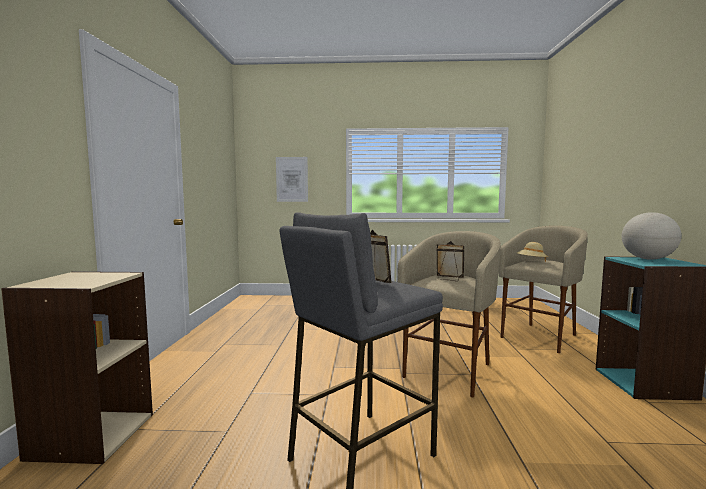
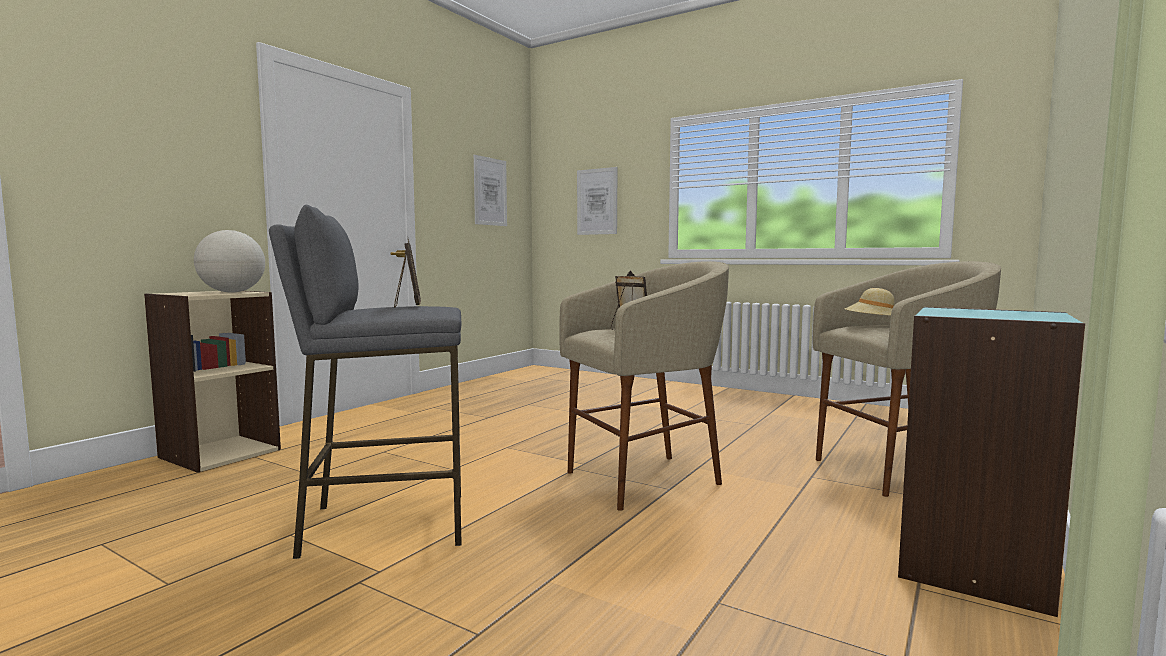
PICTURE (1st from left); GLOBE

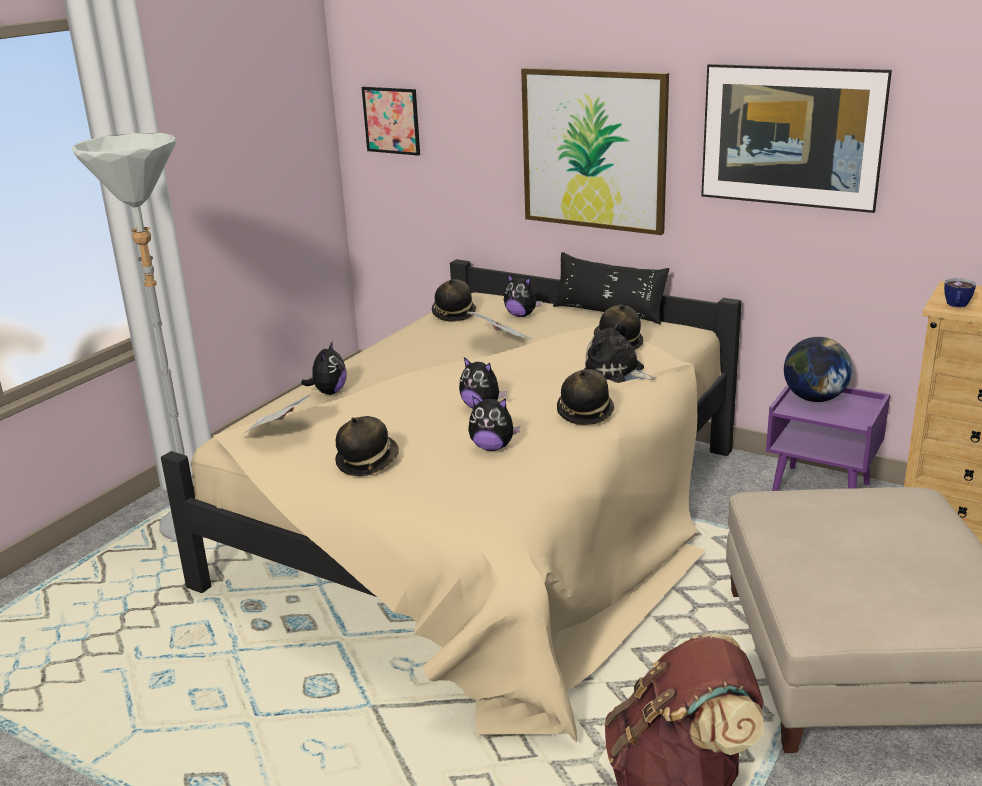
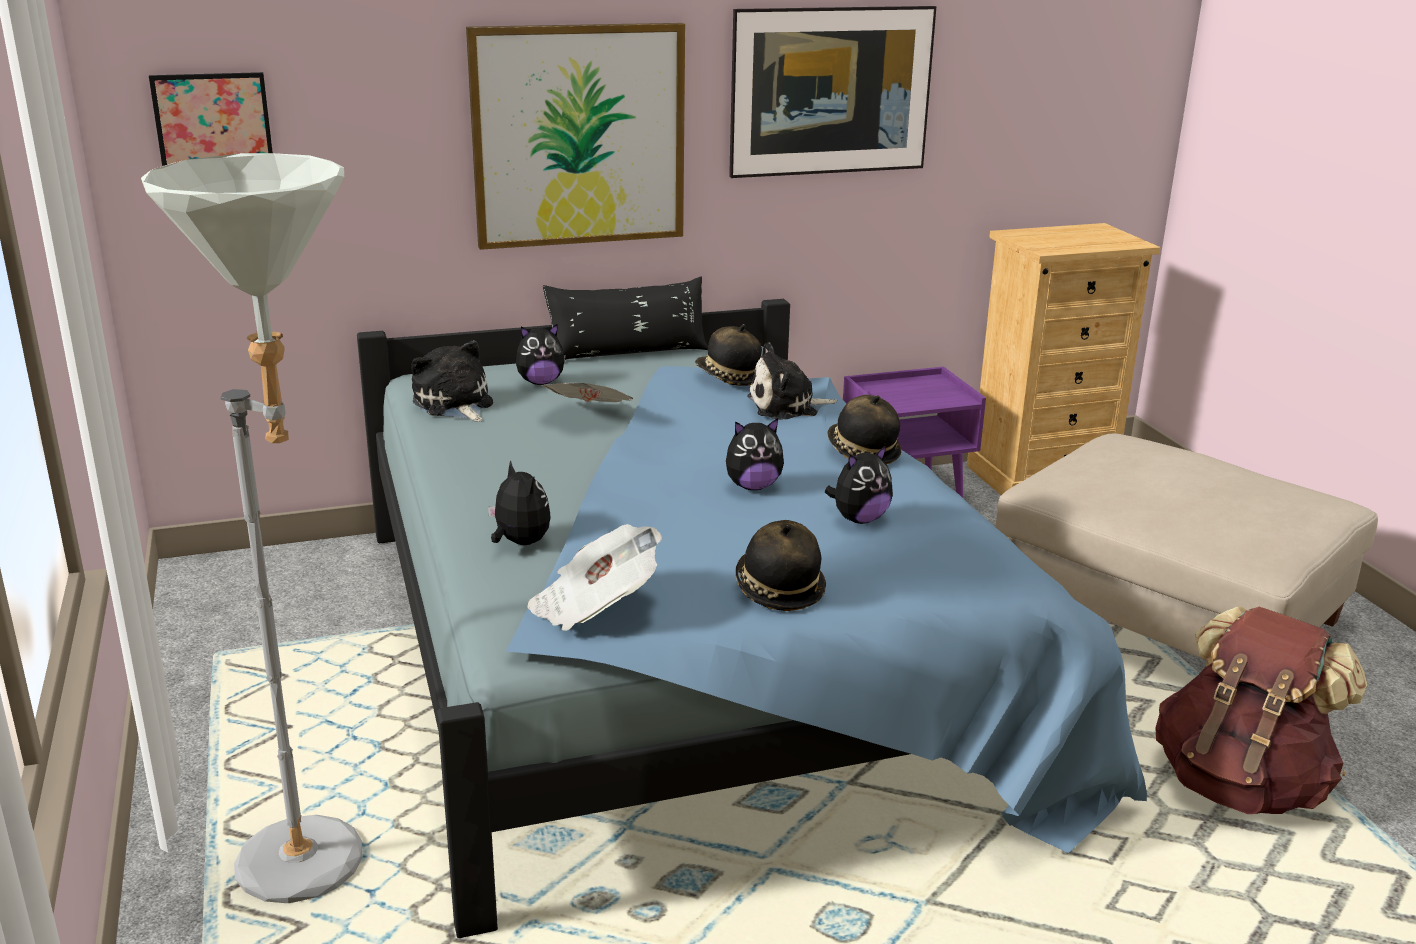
GLOBE; CUP; PLUSH TOY (1st from left); BLUE BED

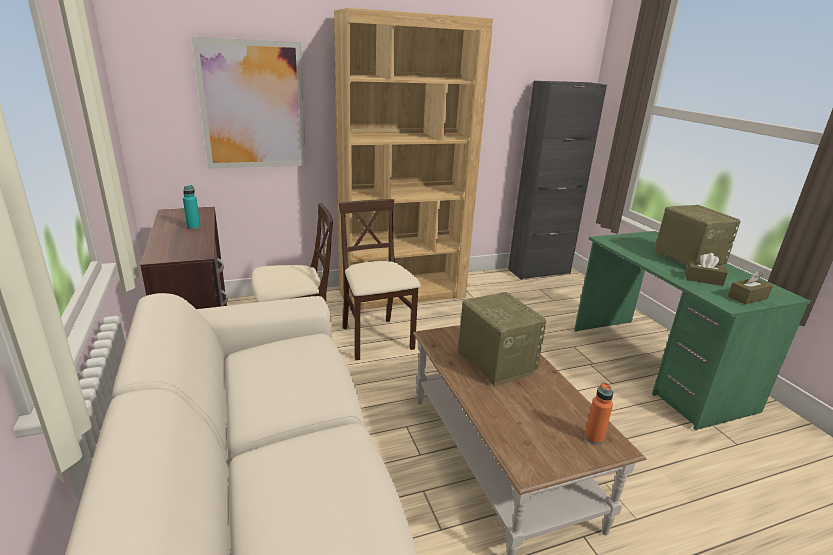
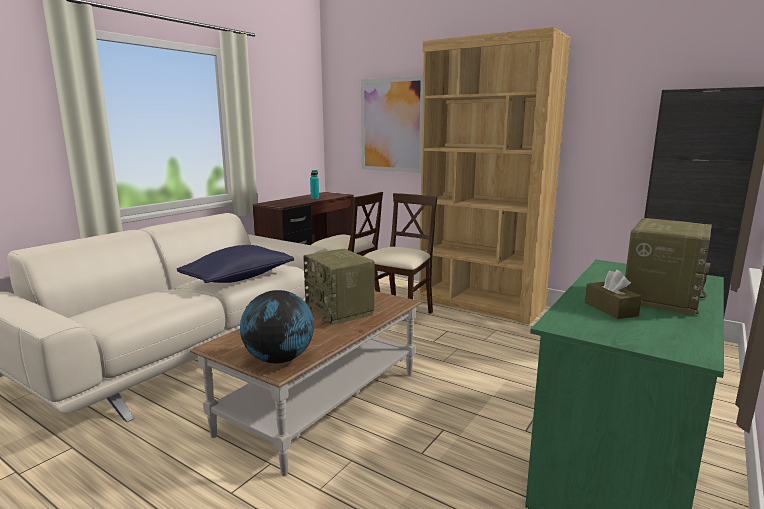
BROWN TISSUE BOX (2nd from left in the first image); BLUE PILLOW; GLOBE; RADIO (1st from left)

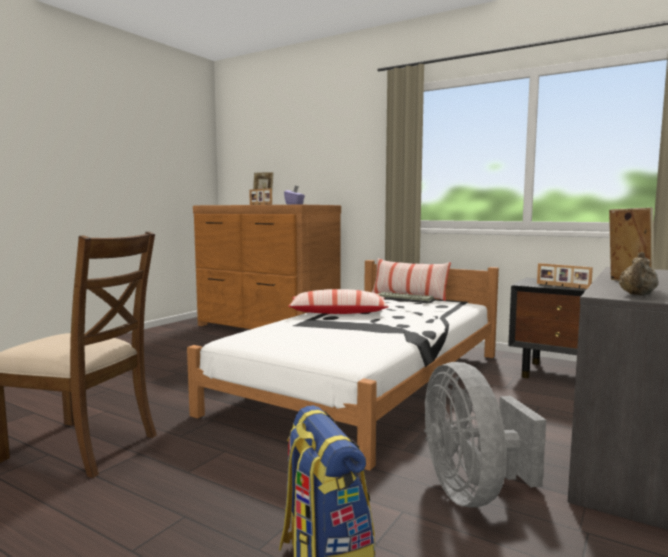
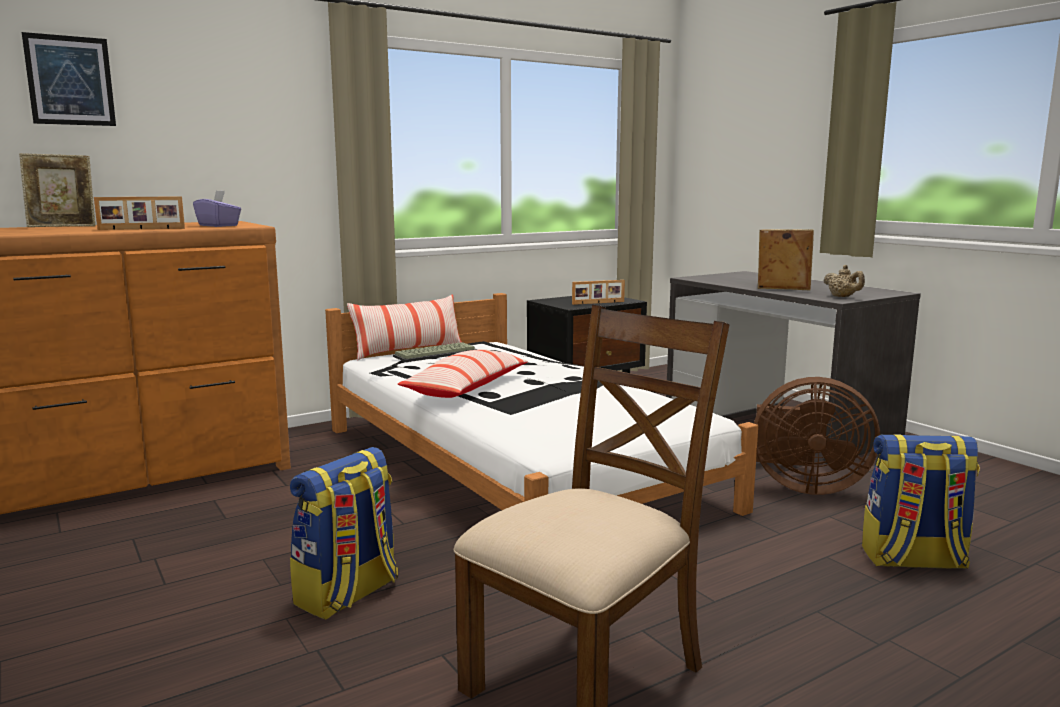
PICTURE; BACKPACK (1st from left); BROWN FAN

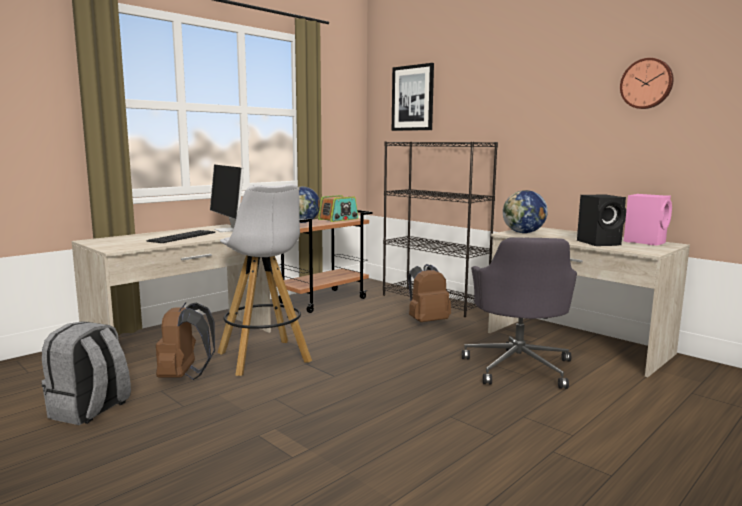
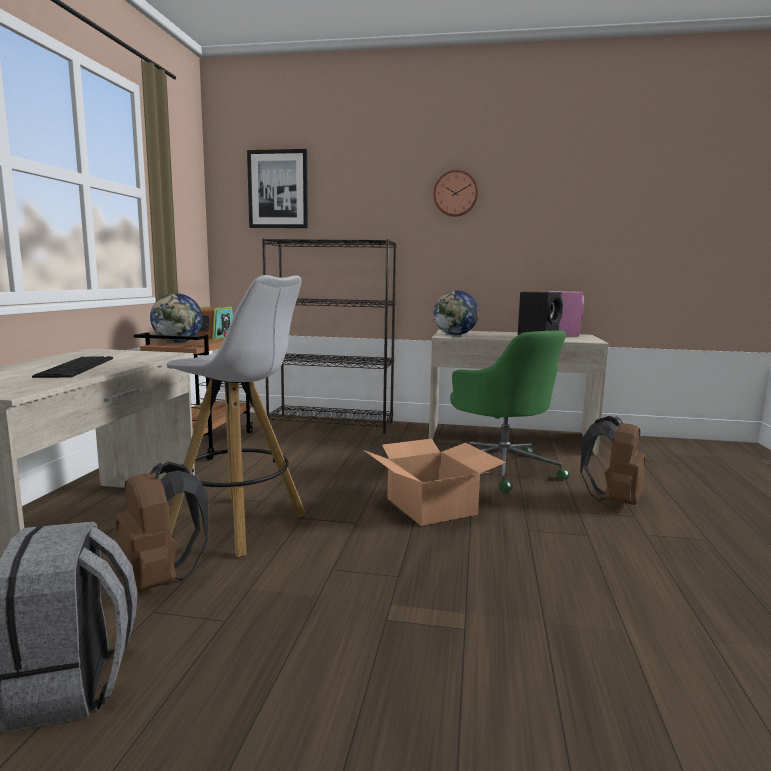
MONITOR; CARDBOARD BOX; BROWN BACKPACK (2nd from left); WALL CLOCK; GREEN OFFICE CHAIR

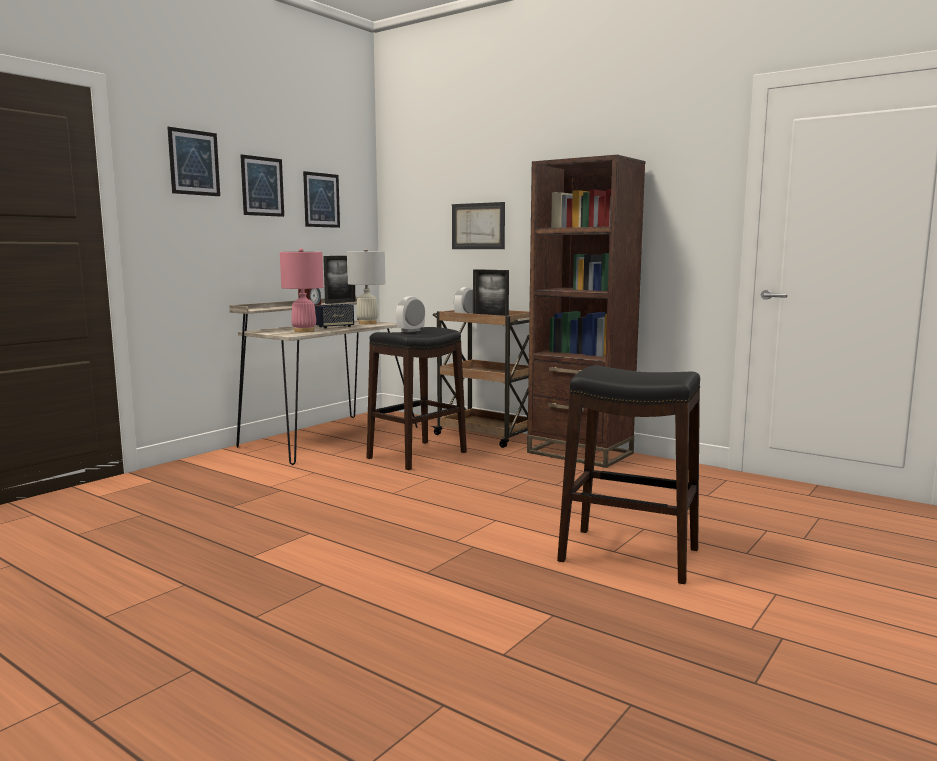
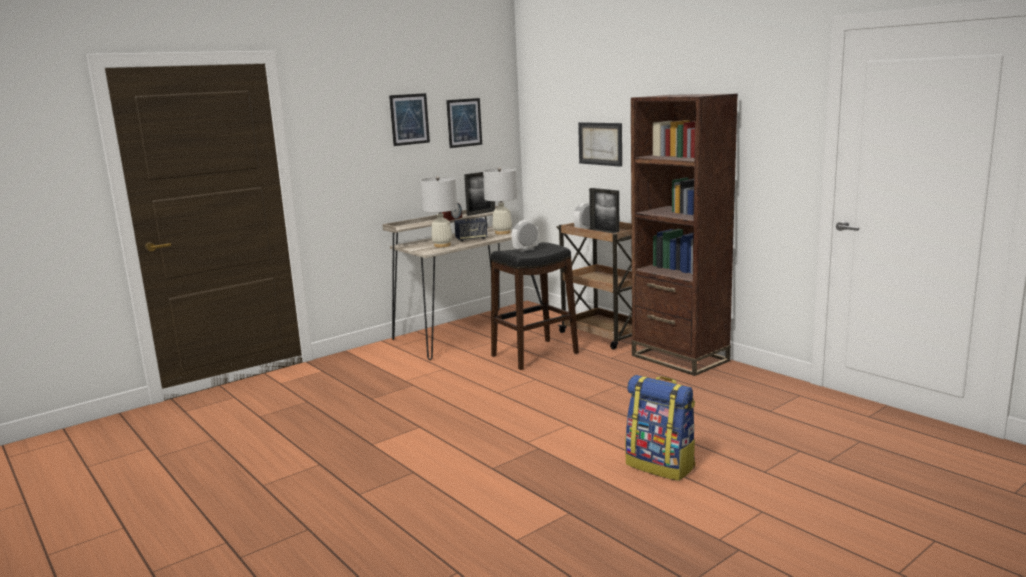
PICTURE (1st from left in the first image); BACKPACK; WHITE TABLE LAMP (1st from left)

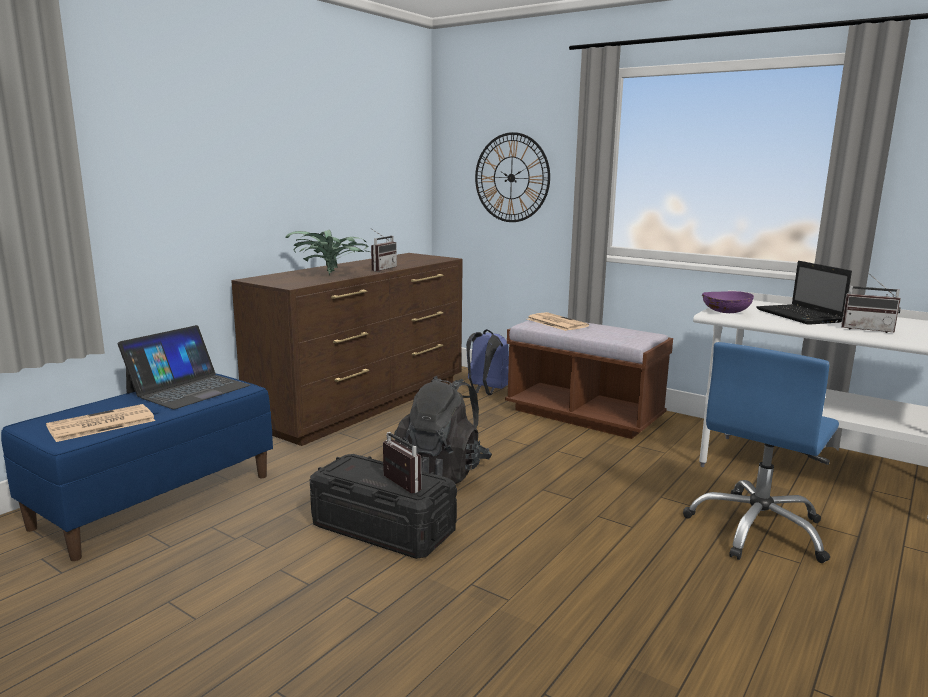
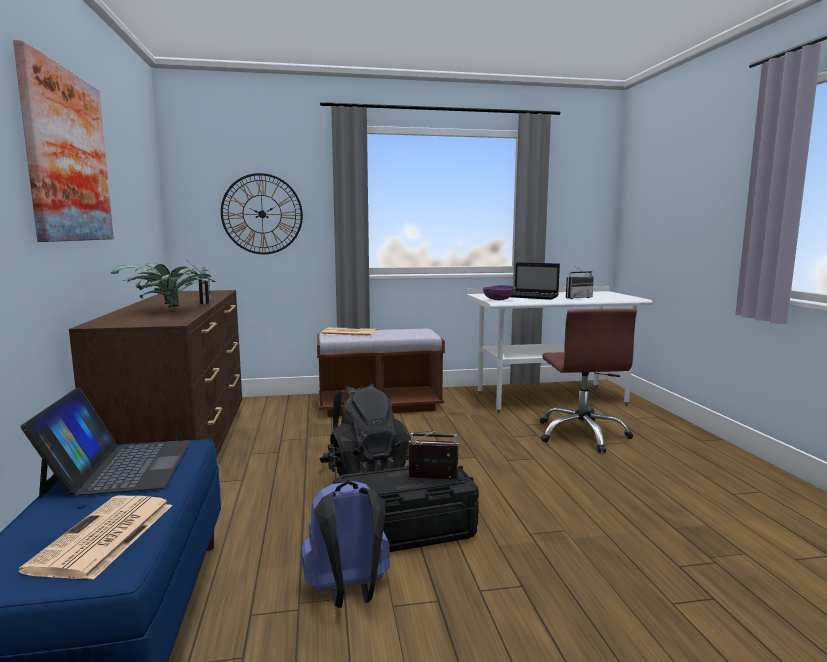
PICTURE; BLUE BACKPACK; BROWN OFFICE CHAIR

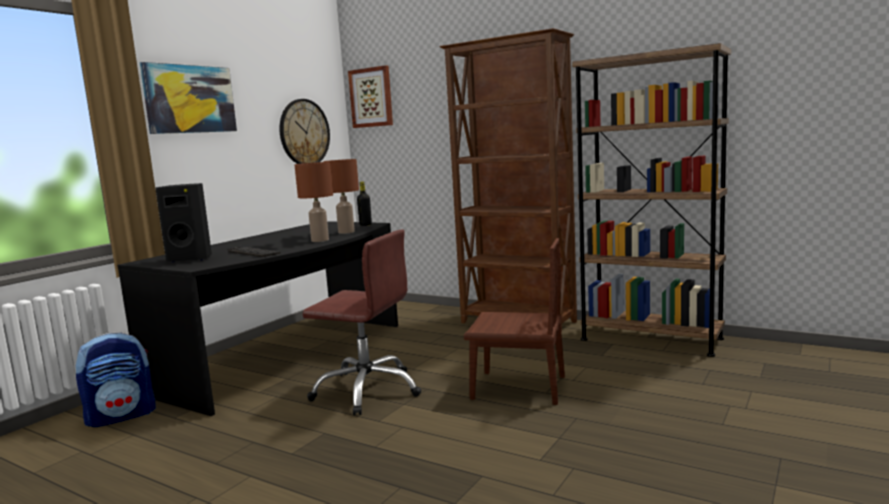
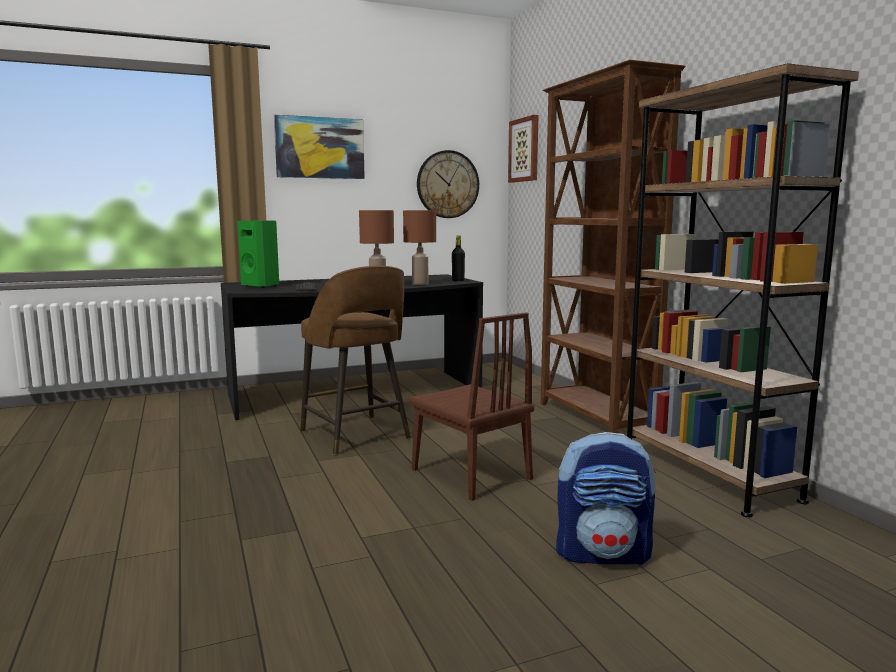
BACKPACK; BROWN STOOL; GREEN SPEAKER

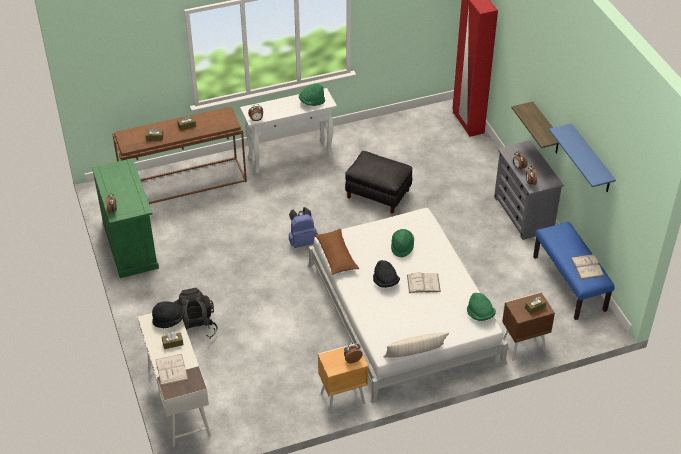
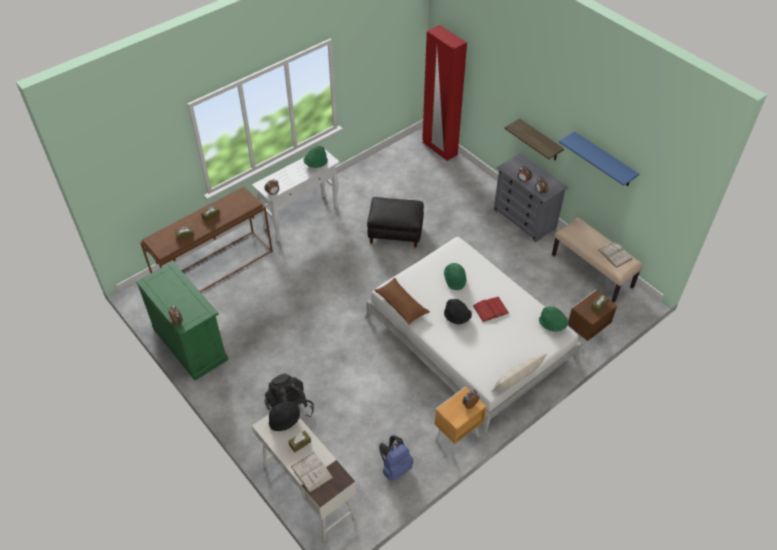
BLUE BACKPACK; RED BOOK; BEIGE BENCH

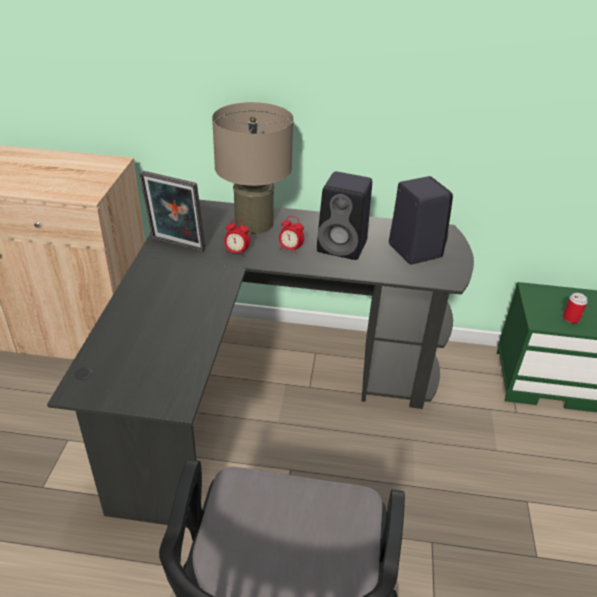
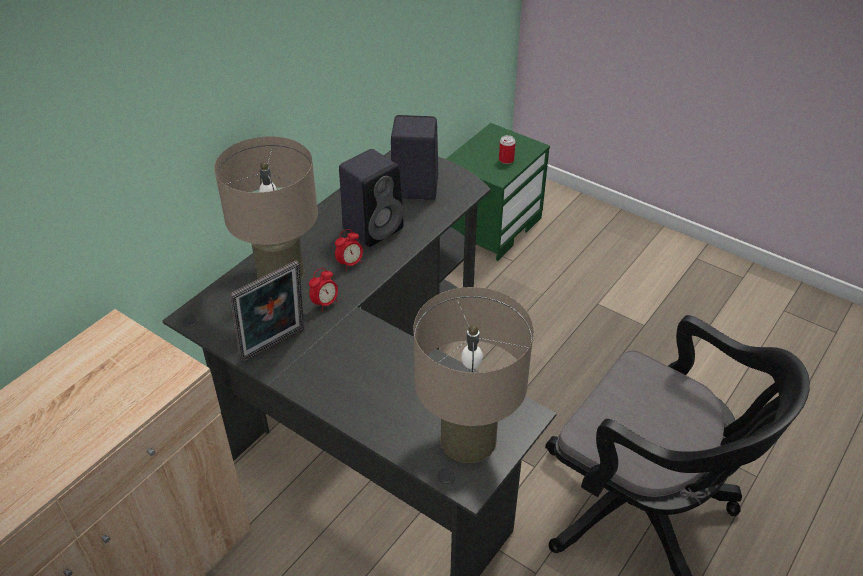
BEIGE TABLE LAMP (2nd from left)

